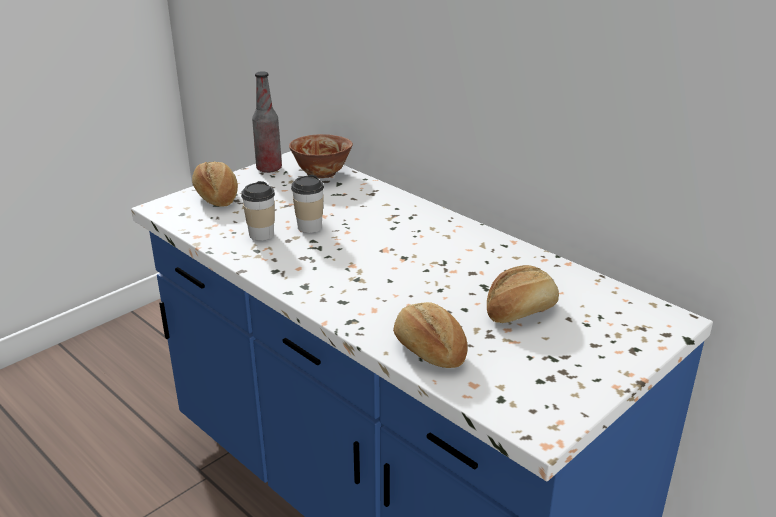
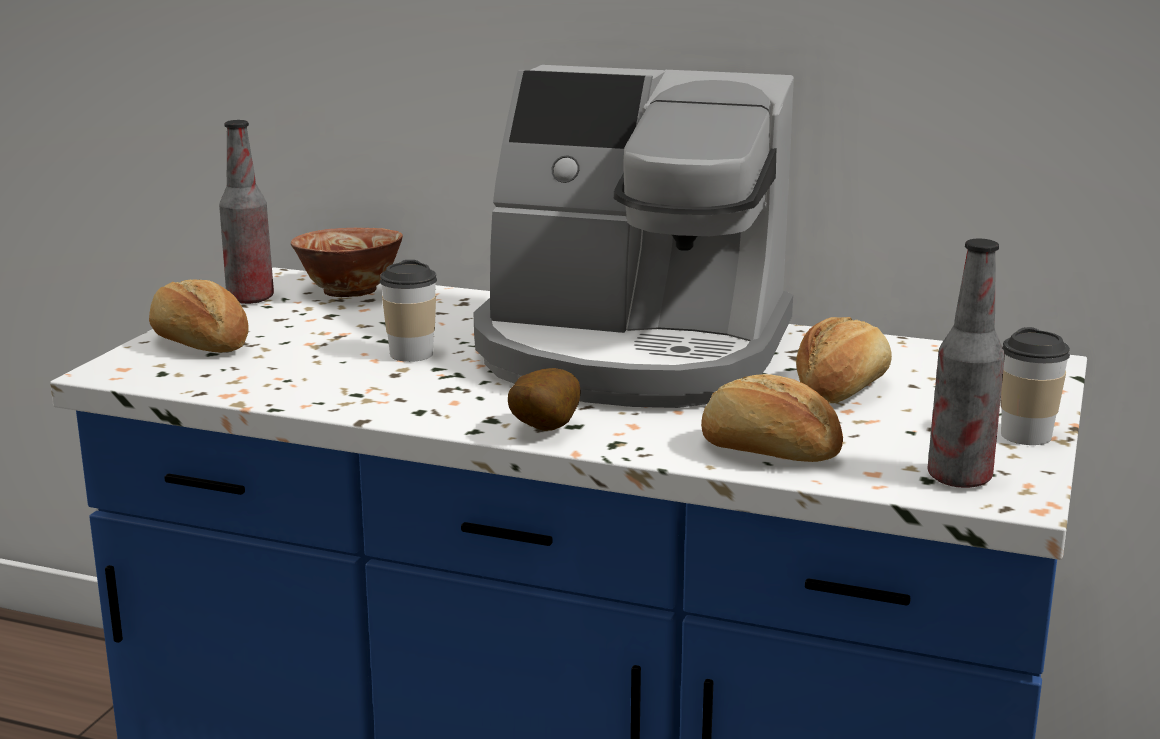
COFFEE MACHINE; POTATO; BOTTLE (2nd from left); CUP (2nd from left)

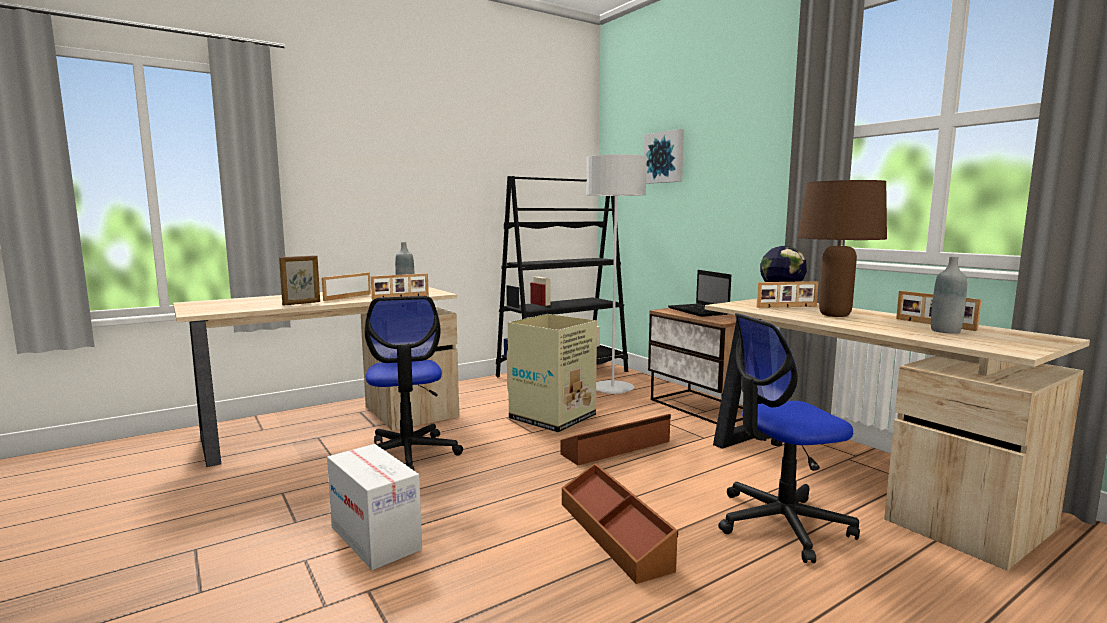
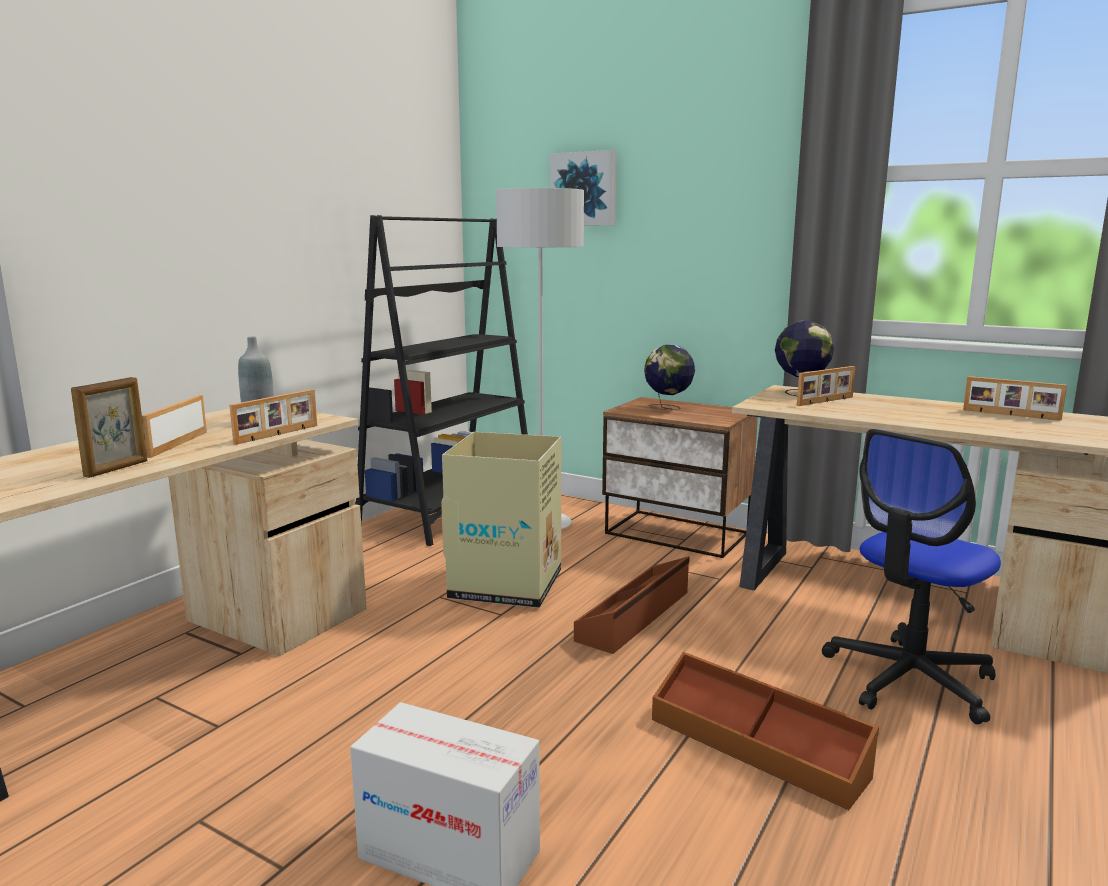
OFFICE CHAIR (1st from left in the first image); BROWN TABLE LAMP; GREY BOTTLE (2nd from left in the first image); GLOBE (1st from left)

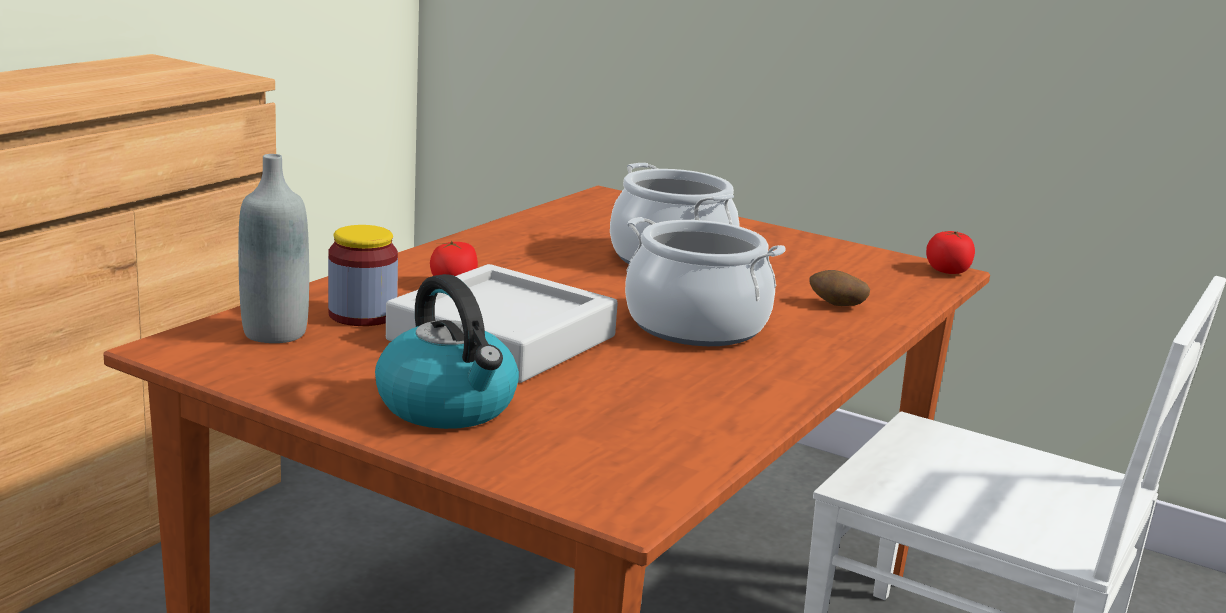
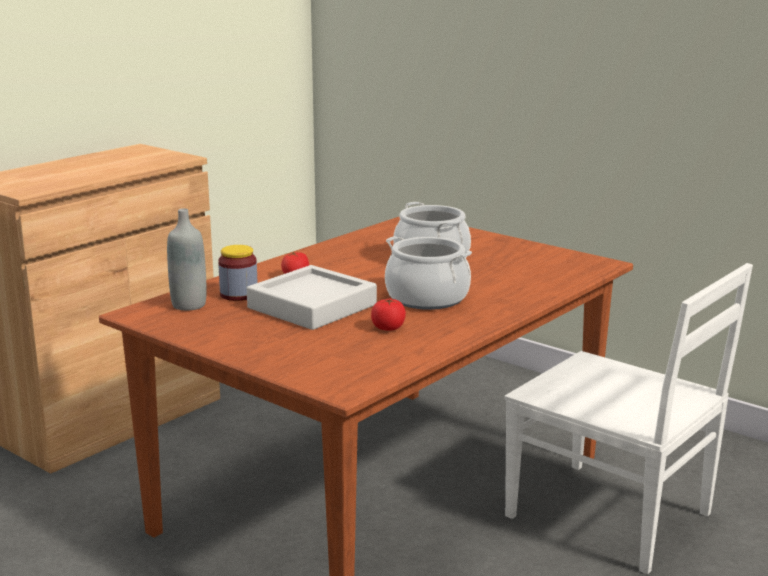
KETTLE; POTATO; TOMATO (2nd from left)

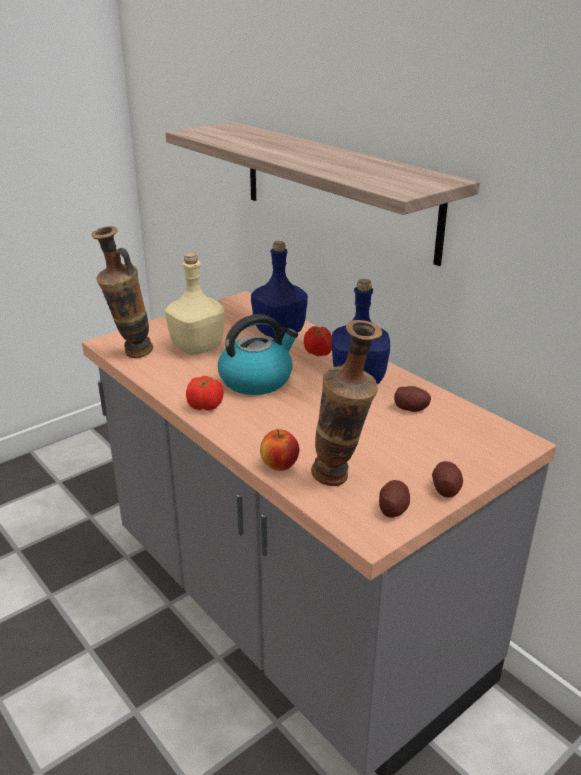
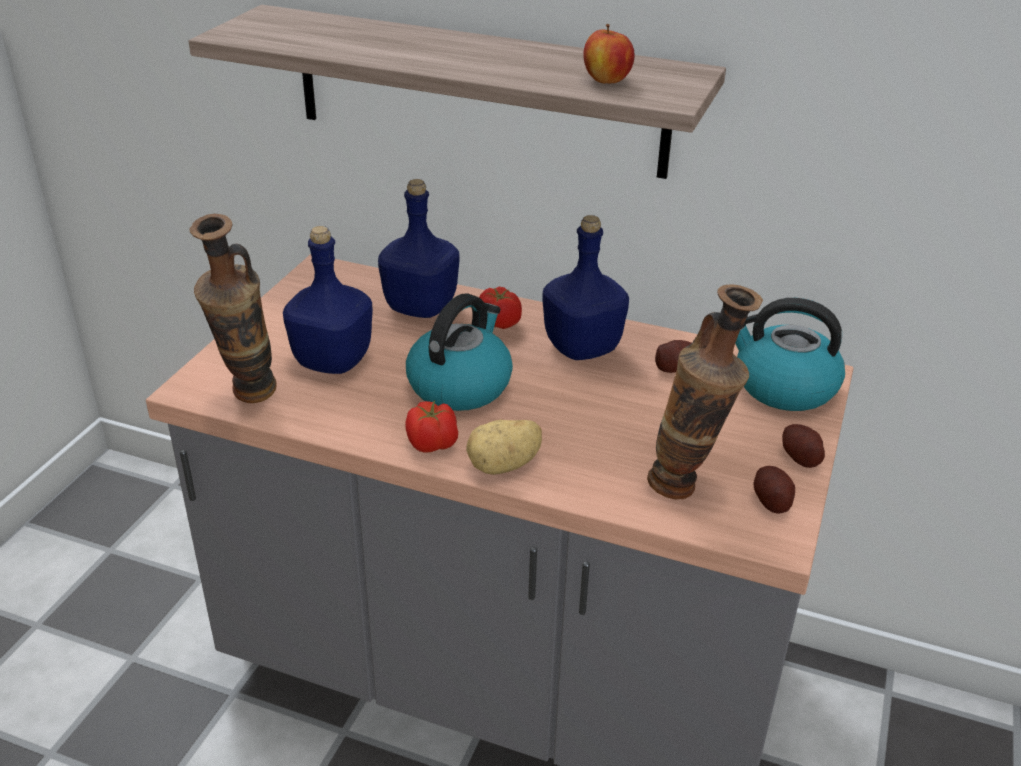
POTATO (1st from left); KETTLE (2nd from left); APPLE; BLUE BOTTLE (1st from left)

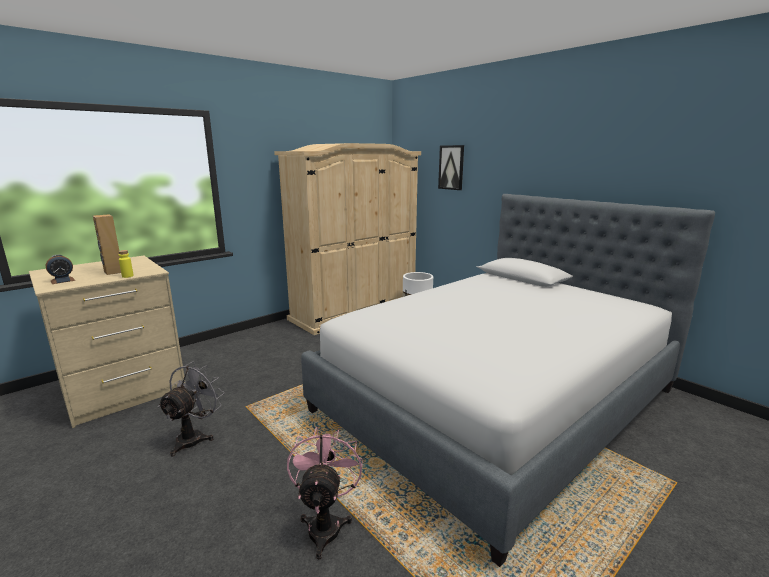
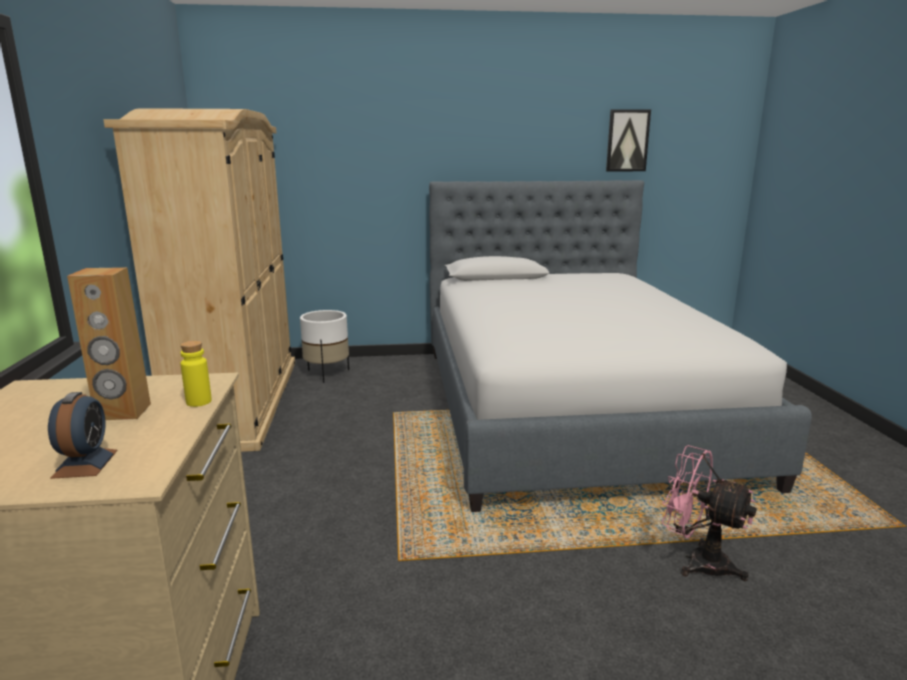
GREY FAN; PICTURE

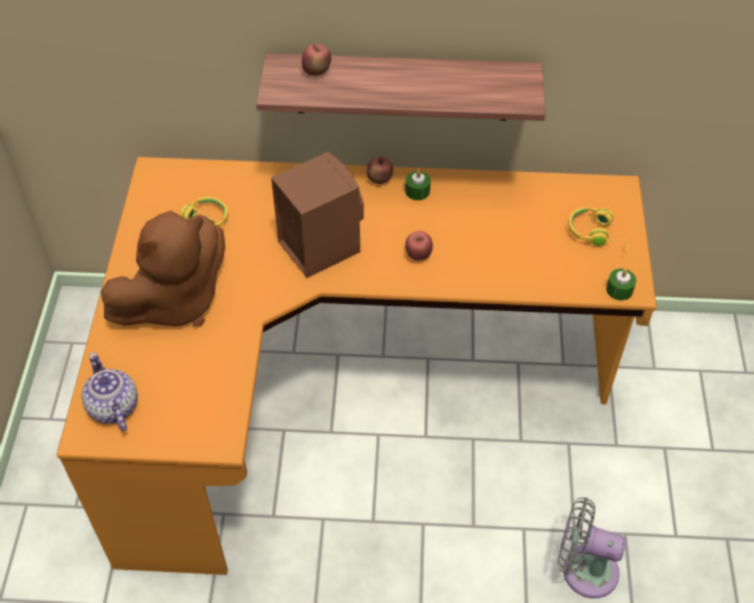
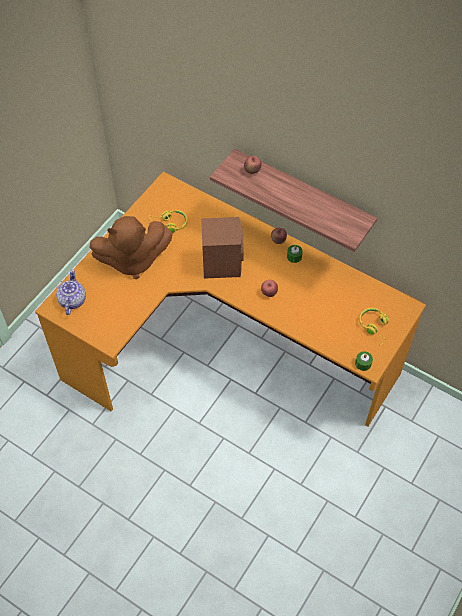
GREY FAN

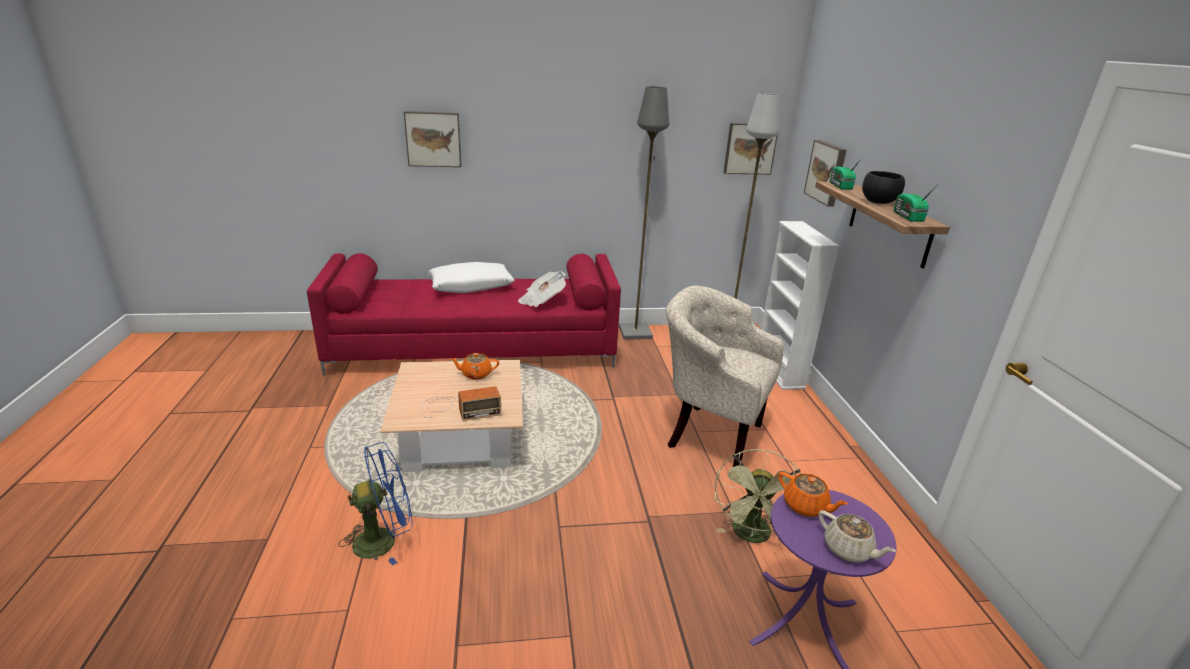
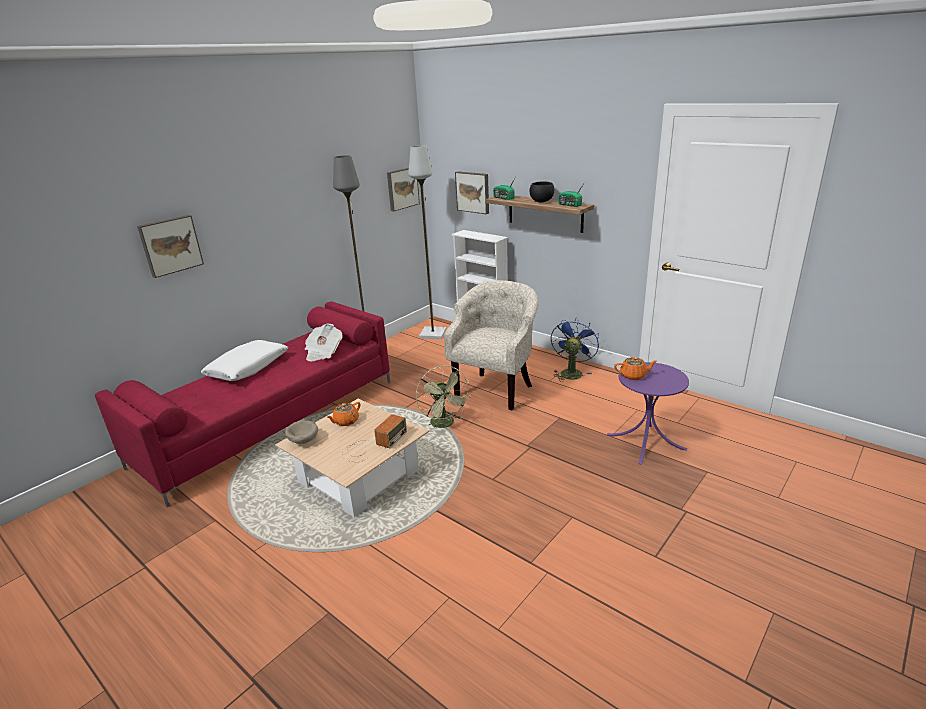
BEIGE TEAPOT; BEIGE BOWL; BLUE FAN; GREEN FAN; BEIGE ARMCHAIR

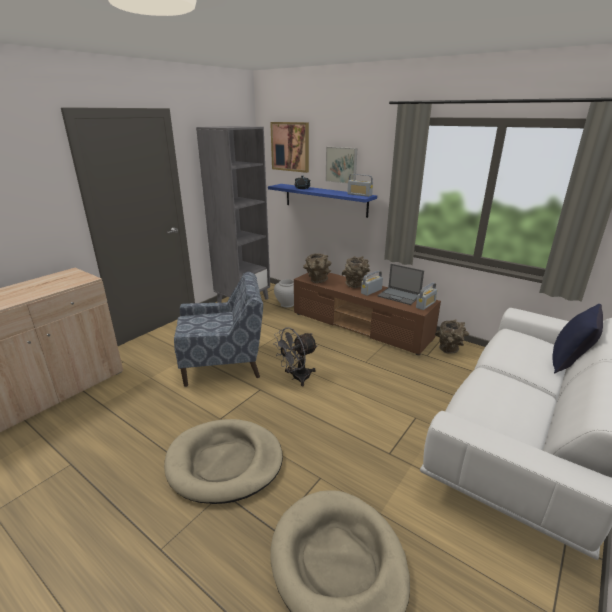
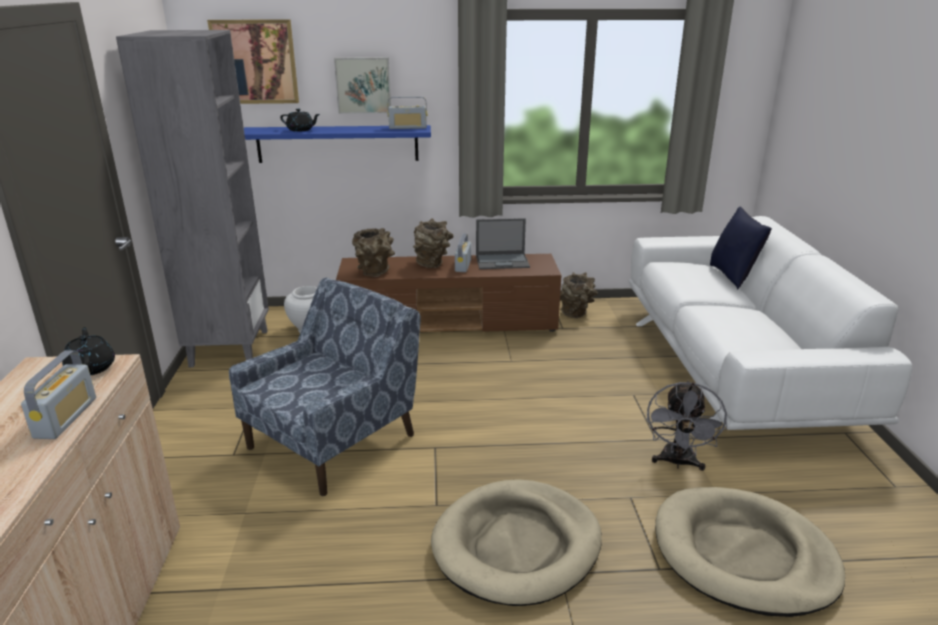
BLACK TEAPOT (1st from left); GREY FAN; RADIO (1st from left)

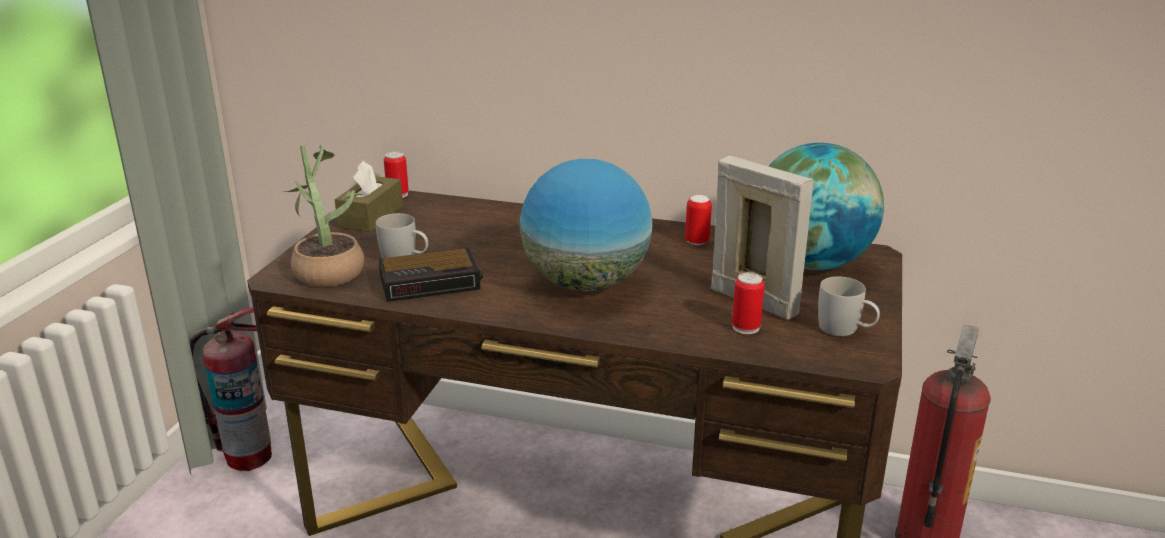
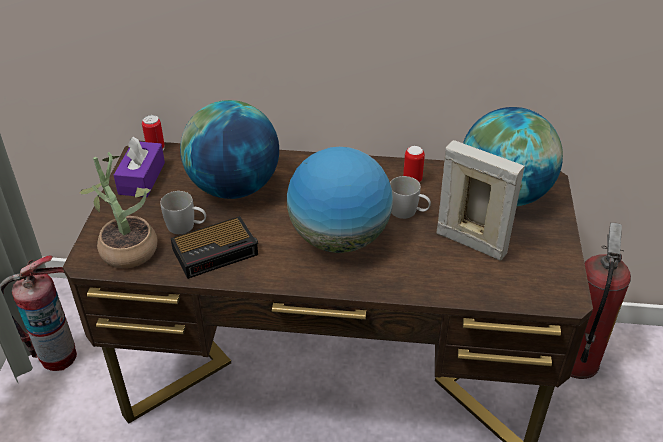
CAN (3rd from left in the first image); GLOBE (1st from left); WHITE MUG (2nd from left); PURPLE TISSUE BOX

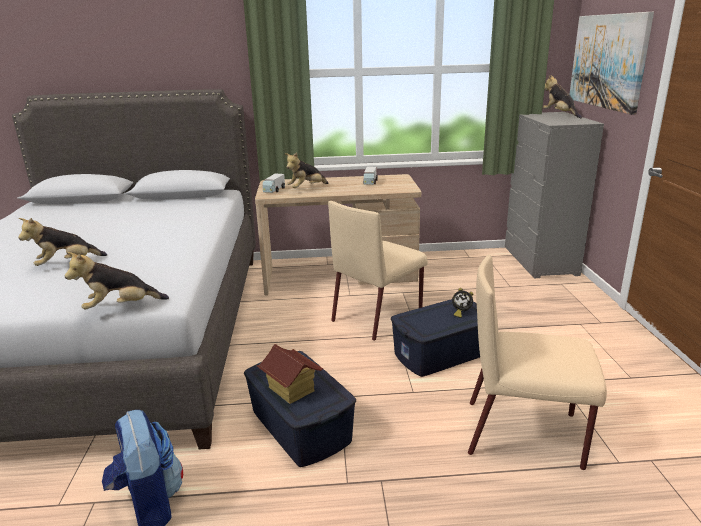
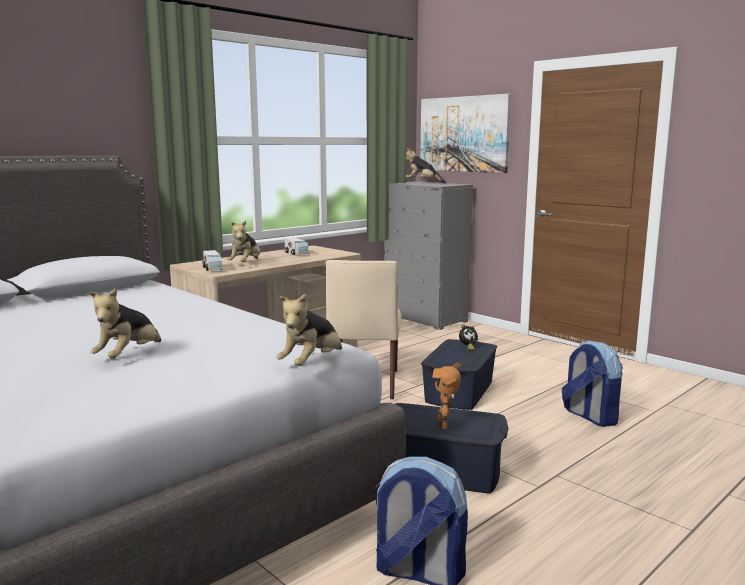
TOY ROBOT; BACKPACK (2nd from left)

